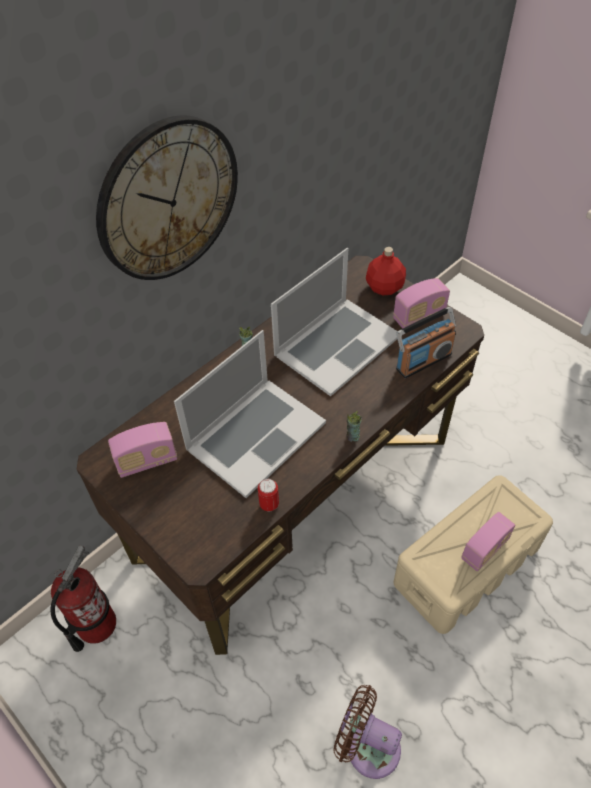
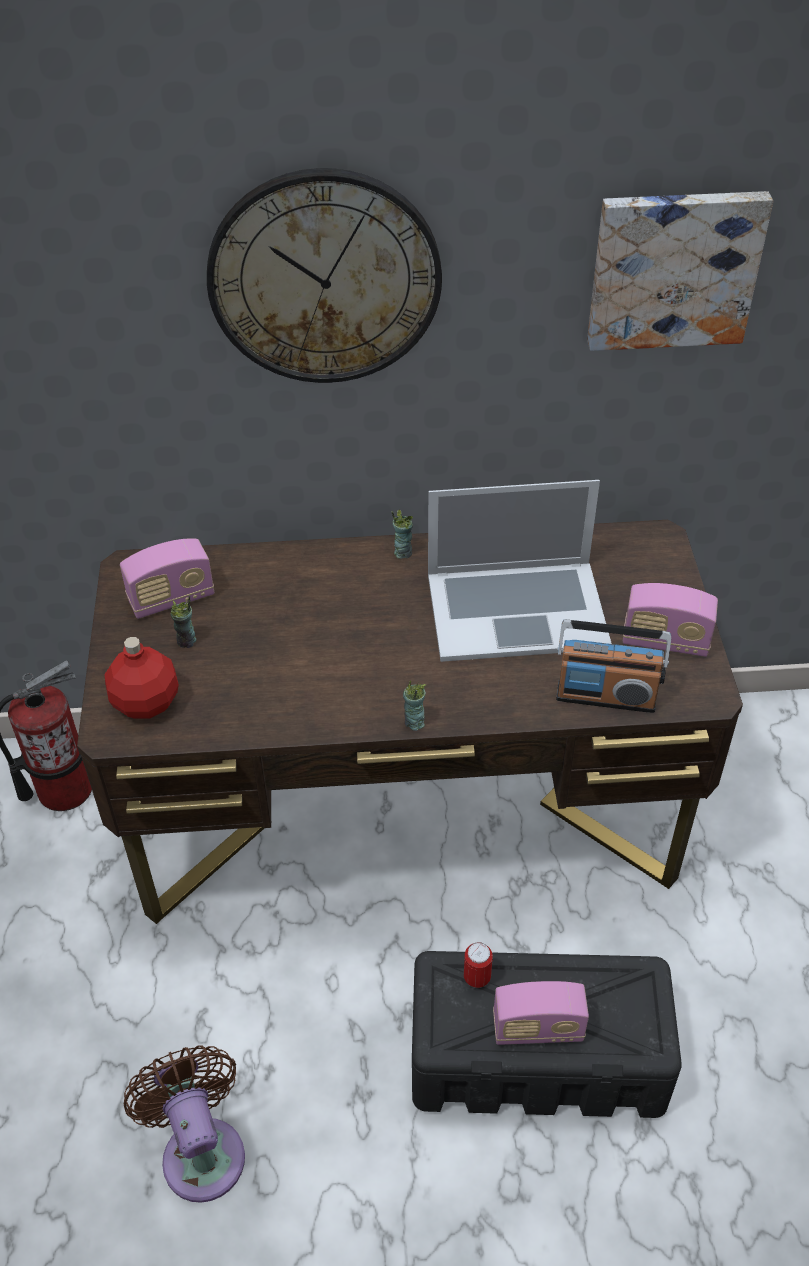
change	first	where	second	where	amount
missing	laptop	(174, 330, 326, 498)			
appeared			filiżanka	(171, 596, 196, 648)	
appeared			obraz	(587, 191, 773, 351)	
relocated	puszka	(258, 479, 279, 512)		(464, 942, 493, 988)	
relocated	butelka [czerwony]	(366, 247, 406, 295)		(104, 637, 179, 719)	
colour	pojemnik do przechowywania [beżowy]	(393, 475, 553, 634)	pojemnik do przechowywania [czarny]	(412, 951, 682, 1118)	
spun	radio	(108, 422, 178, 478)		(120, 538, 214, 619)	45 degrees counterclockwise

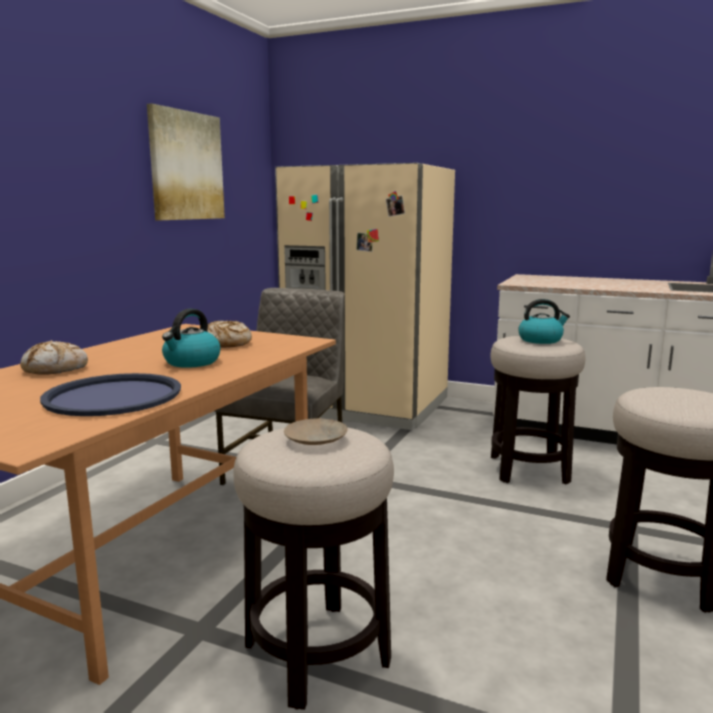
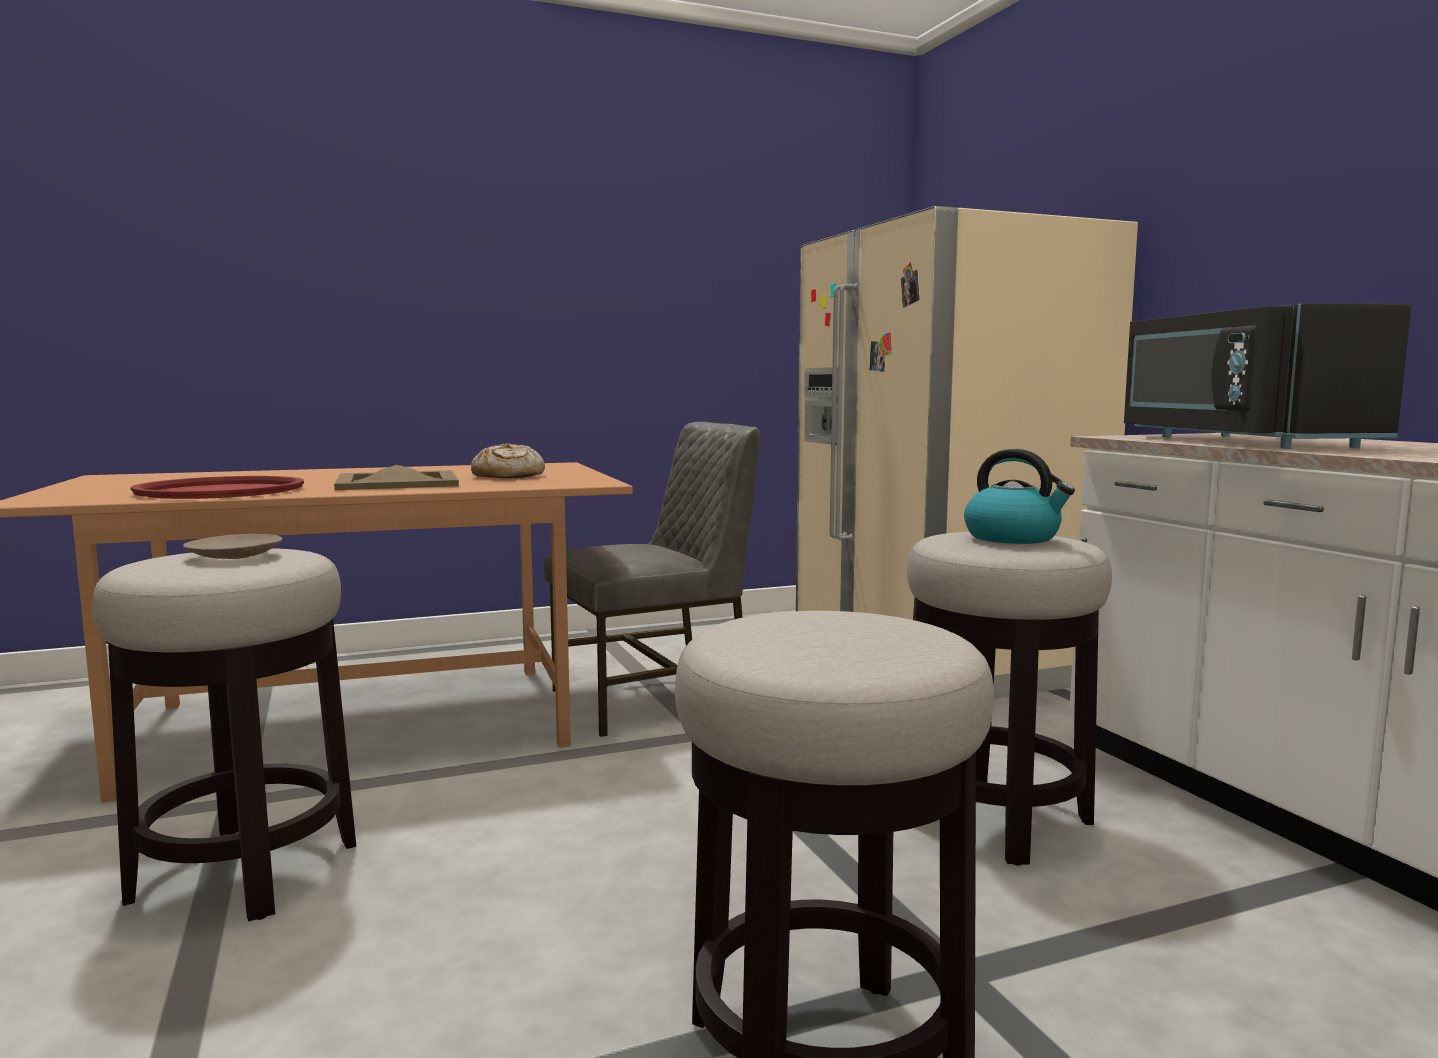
change	first	where	second	where	amount
missing	chleb	(20, 340, 88, 375)			
missing	obraz	(147, 103, 225, 220)			
appeared			mikrofalówka [czarny]	(1124, 303, 1411, 448)	
exchanged	czajnik	(162, 309, 220, 368)	taca [beżowy]	(334, 465, 459, 490)	
colour	taca [niebieski]	(40, 373, 181, 416)	taca [czerwony]	(130, 476, 304, 499)	

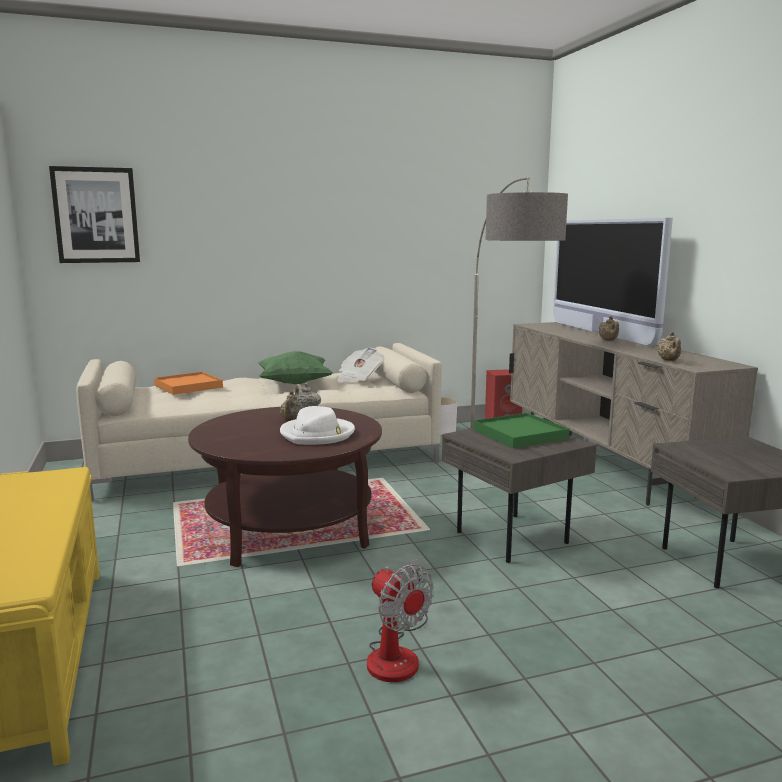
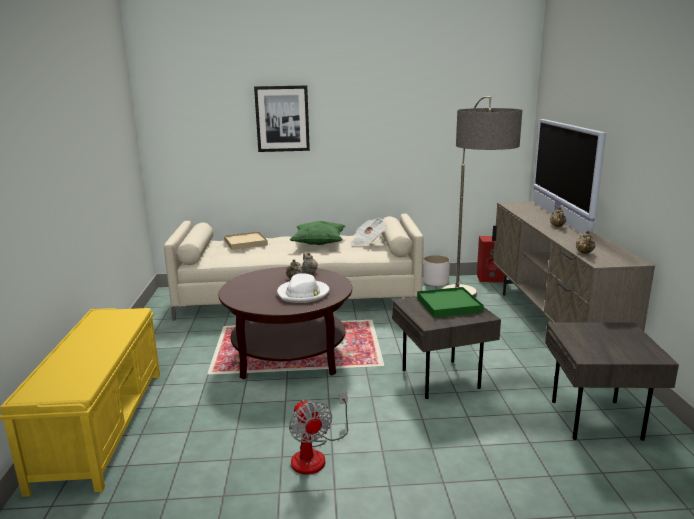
change	first	where	second	where	amount
relocated	obraz	(49, 166, 140, 263)		(254, 85, 310, 152)	
colour	taca [pomarańczowy]	(154, 372, 223, 395)	taca [beżowy]	(224, 231, 268, 250)	

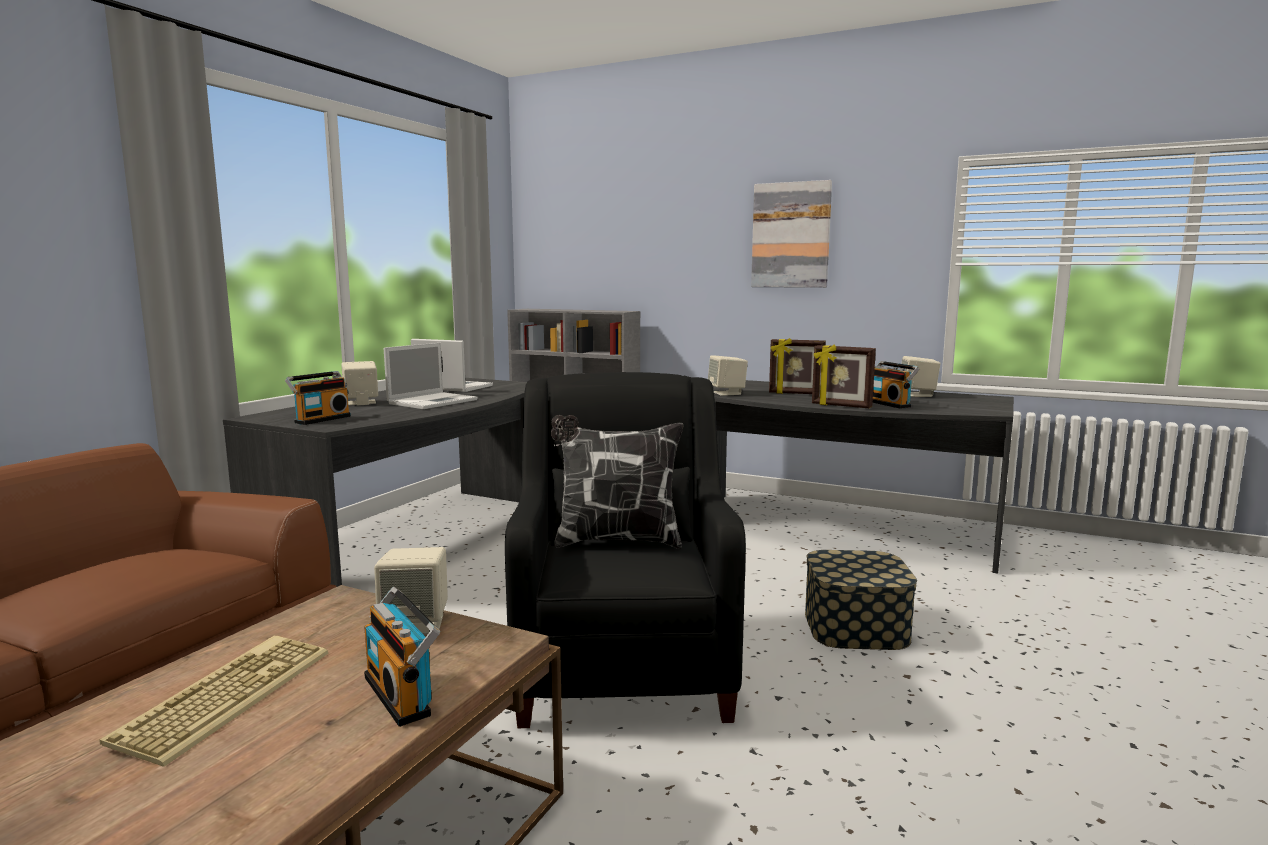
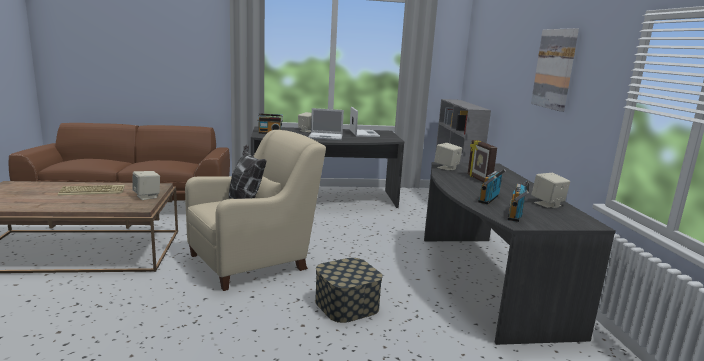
change	first	where	second	where	amount
missing	ramka na zdjęcie	(812, 345, 876, 408)			
relocated	radio	(364, 587, 440, 727)		(507, 181, 529, 222)	
colour	fotel [czarny]	(505, 372, 746, 728)	fotel [beżowy]	(185, 130, 326, 291)	

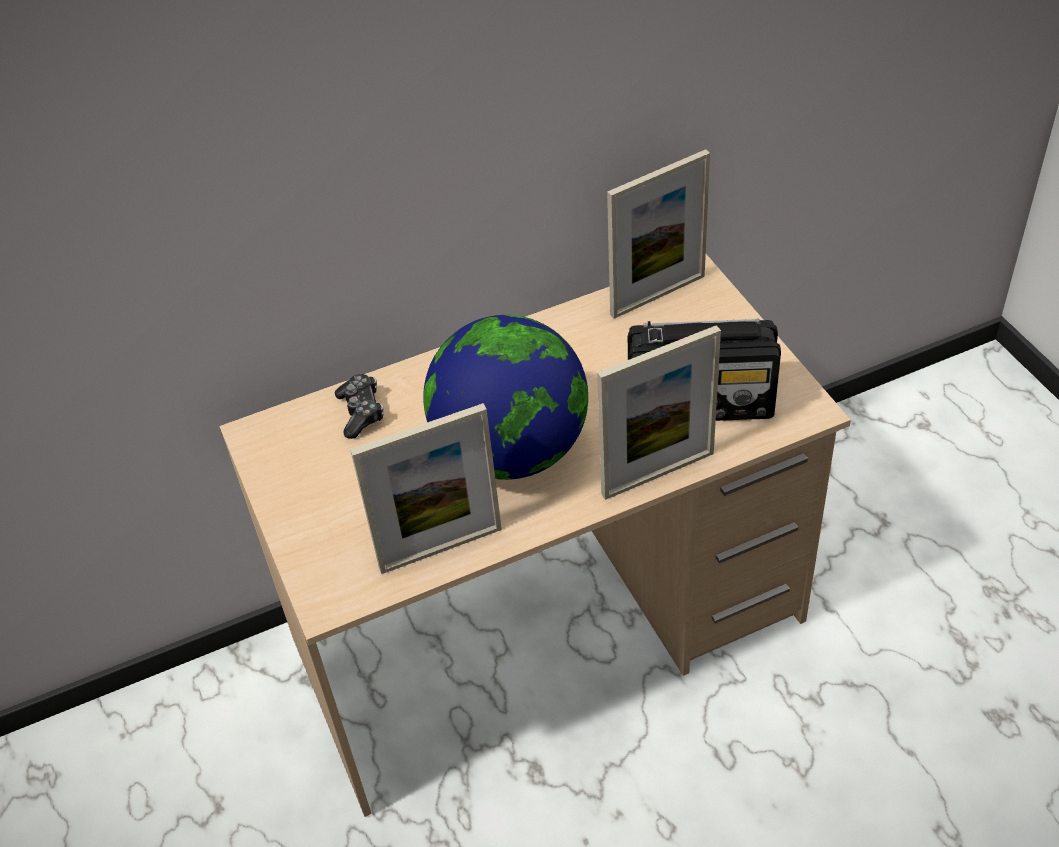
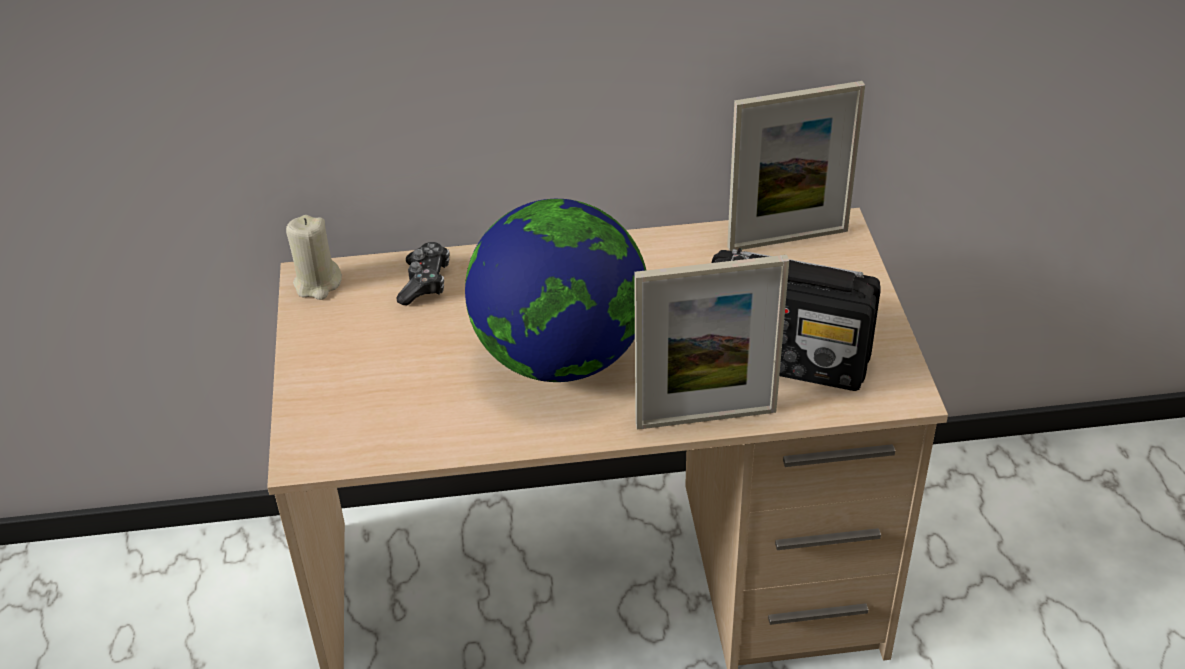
change	first	where	second	where	amount
missing	ramka na zdjęcie	(350, 403, 502, 574)			
appeared			świeca [beżowy]	(286, 215, 342, 300)	

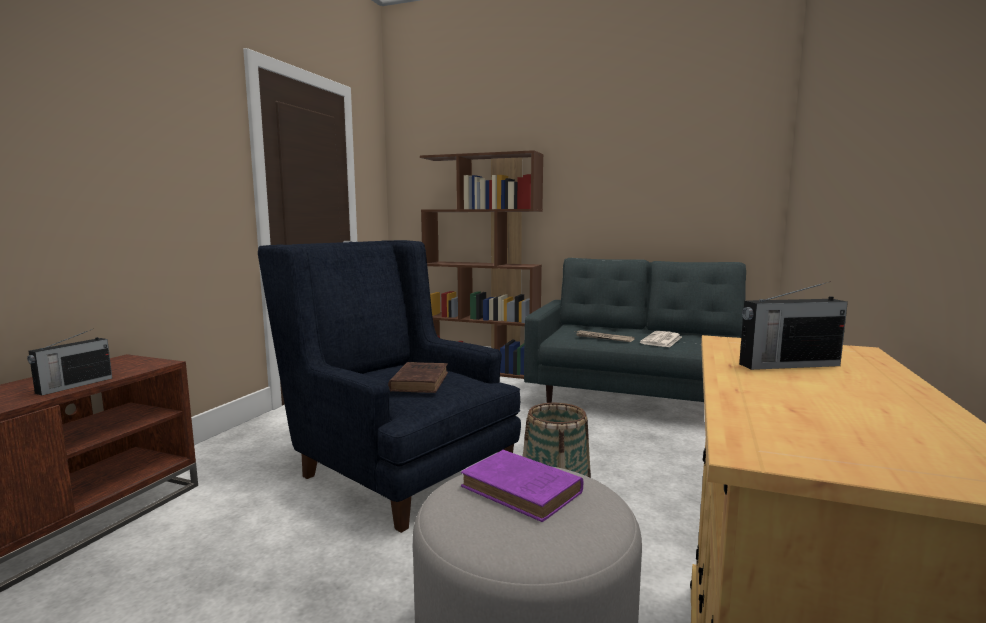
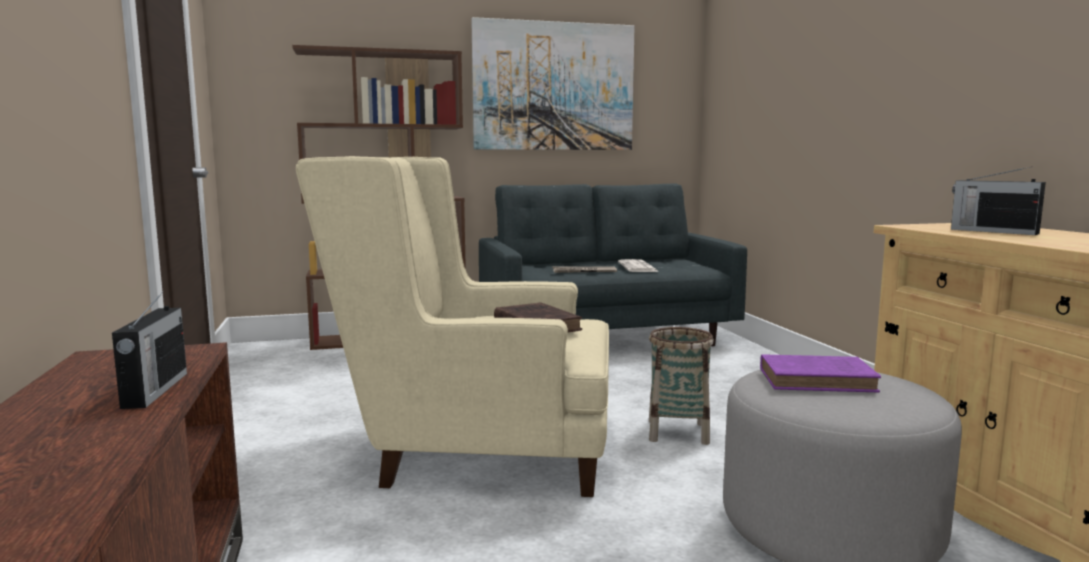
change	first	where	second	where	amount
appeared			obraz	(471, 17, 635, 150)	
colour	fotel [niebieski]	(258, 240, 521, 533)	fotel [beżowy]	(296, 156, 609, 497)	
spun	radio	(739, 281, 848, 370)		(951, 167, 1046, 235)	90 degrees clockwise

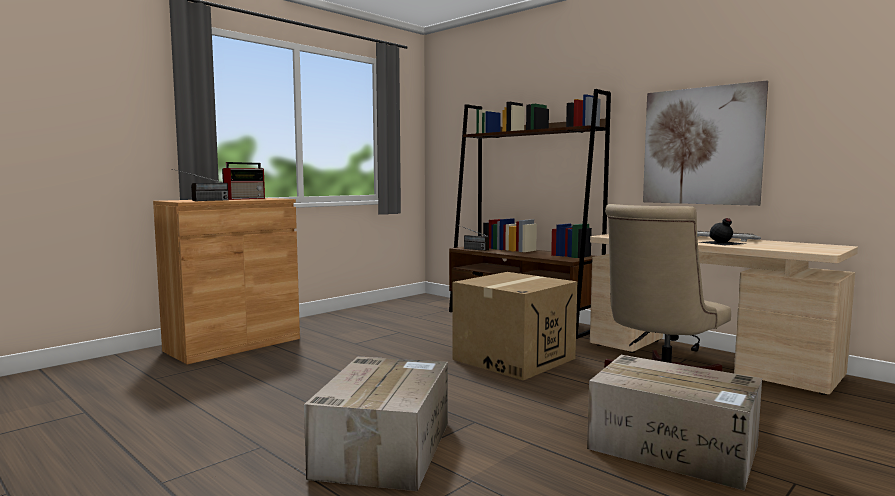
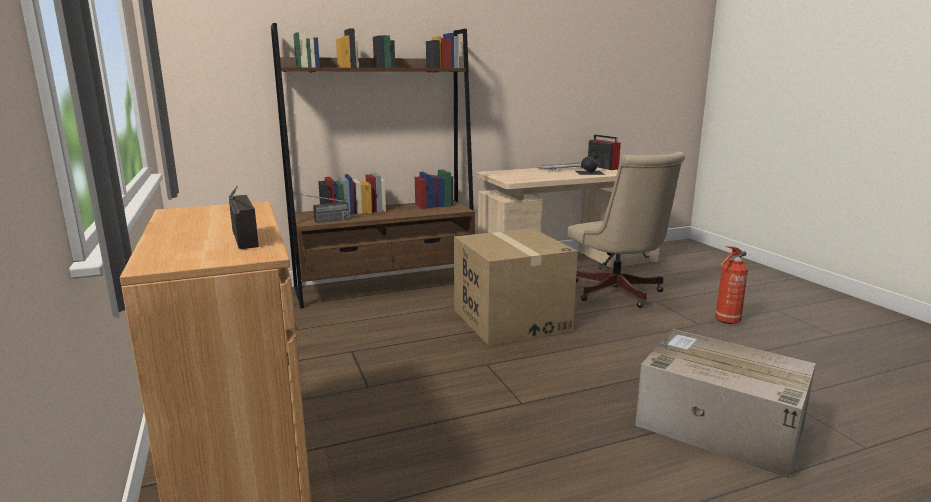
change	first	where	second	where	amount
missing	obraz	(643, 80, 768, 206)			
relocated	radio	(222, 162, 265, 200)		(588, 134, 621, 170)	
exchanged	karton	(587, 355, 762, 491)	gaśnica	(715, 246, 748, 324)	

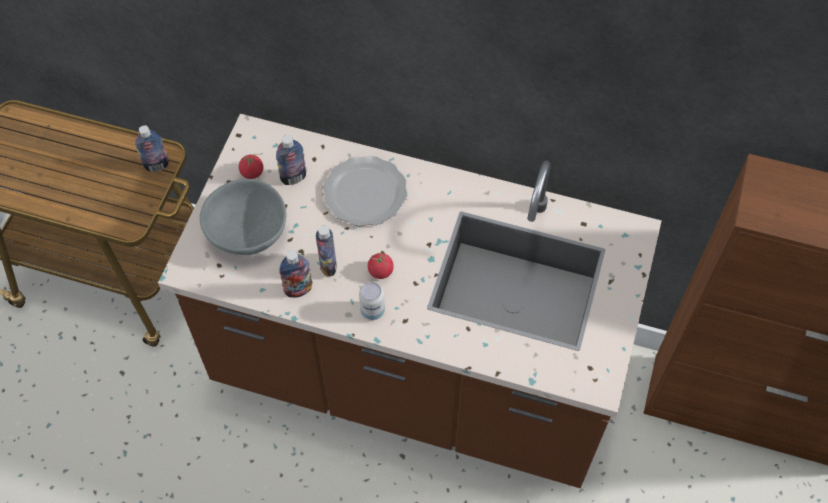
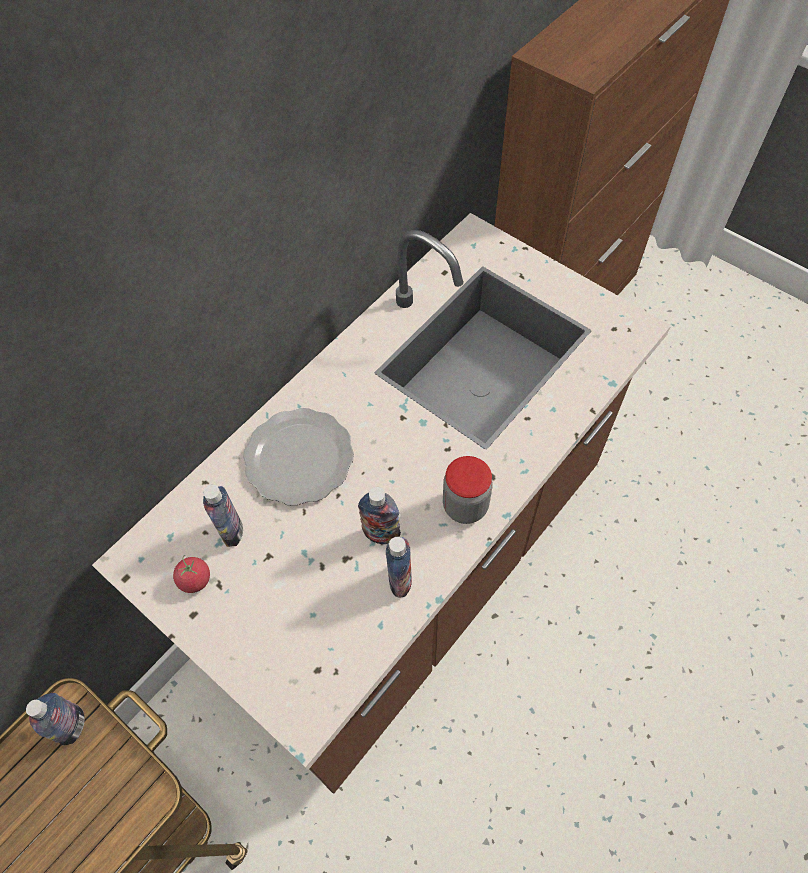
change	first	where	second	where	amount
missing	miska [szary]	(200, 179, 286, 255)			
missing	pomidor	(368, 253, 394, 279)			
exchanged	puszka	(359, 282, 385, 320)	słoik	(443, 456, 493, 524)	

